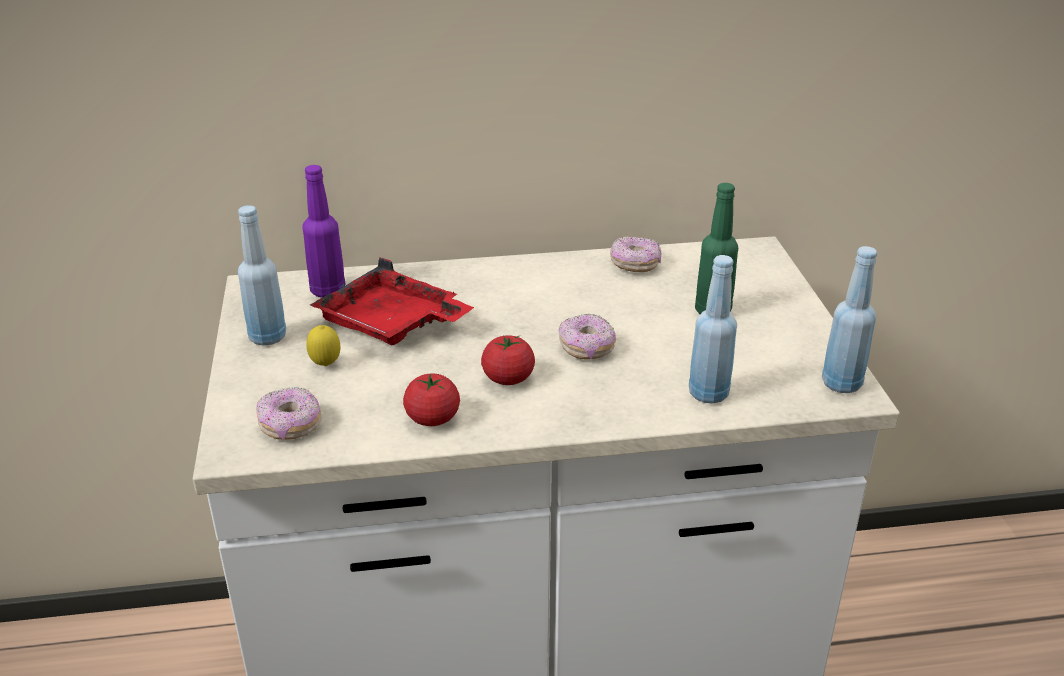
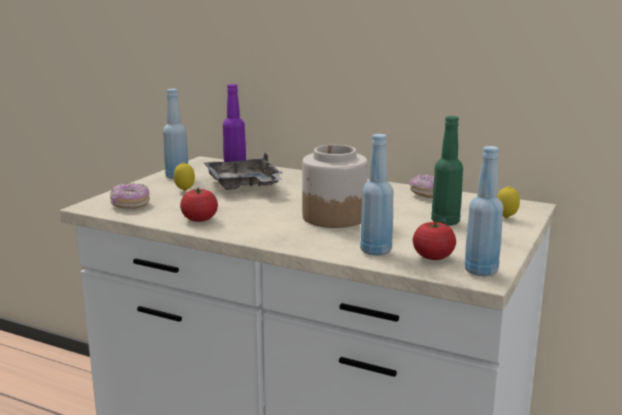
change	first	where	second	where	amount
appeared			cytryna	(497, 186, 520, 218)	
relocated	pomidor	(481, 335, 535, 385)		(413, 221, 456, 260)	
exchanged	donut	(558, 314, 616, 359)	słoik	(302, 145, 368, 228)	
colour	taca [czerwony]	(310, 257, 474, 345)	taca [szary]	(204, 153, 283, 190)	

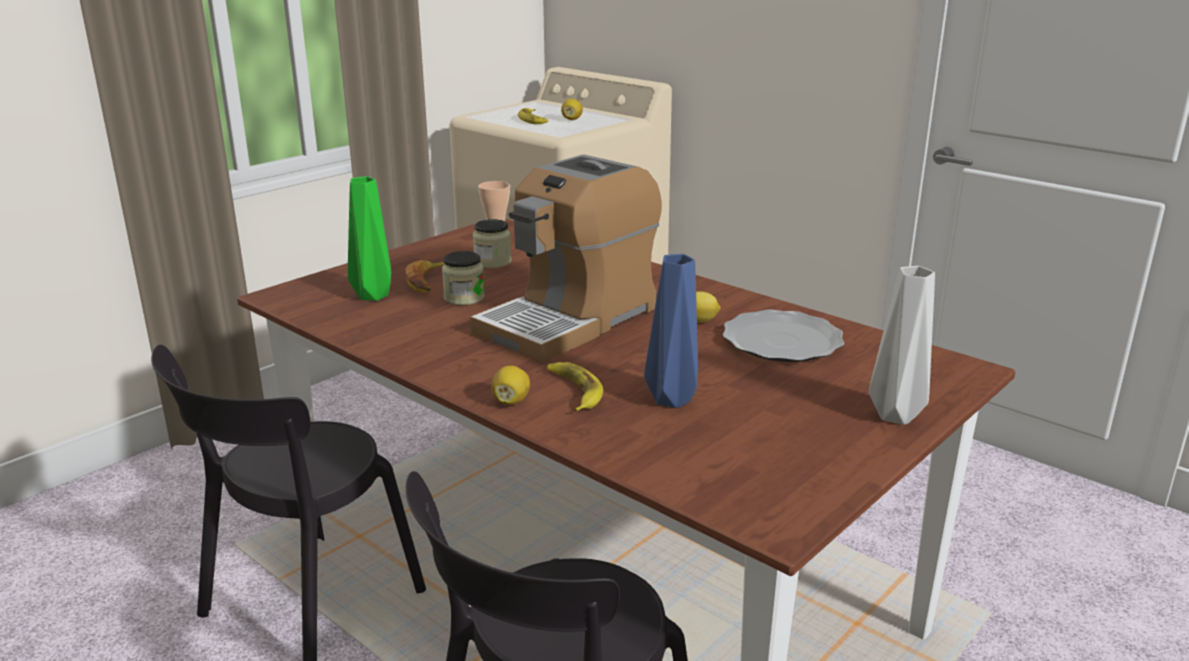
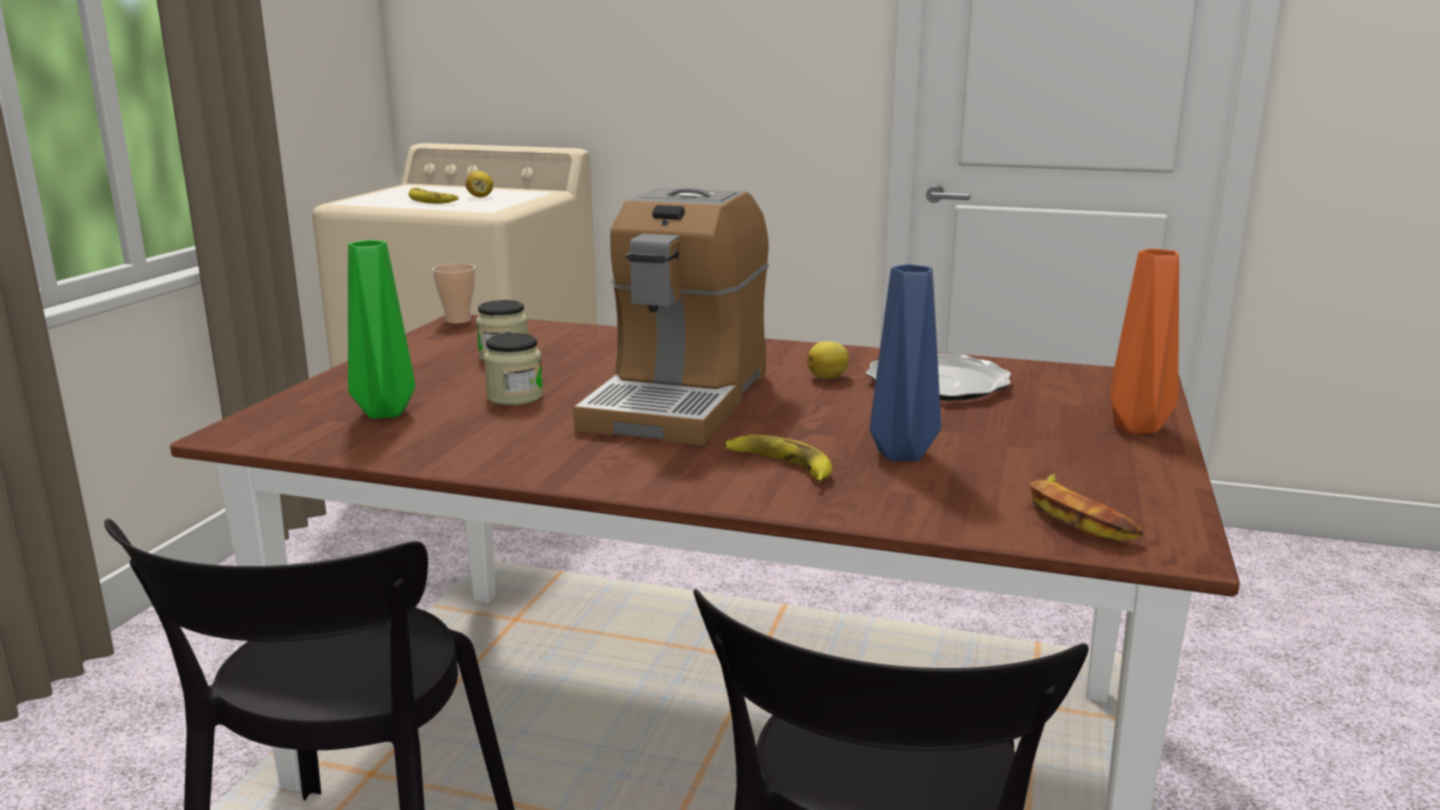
change	first	where	second	where	amount
missing	cytryna	(491, 366, 530, 405)			
relocated	banan	(406, 260, 445, 292)		(1030, 474, 1143, 541)	
colour	wazon [szary]	(869, 266, 935, 425)	wazon [pomarańczowy]	(1110, 248, 1179, 434)	

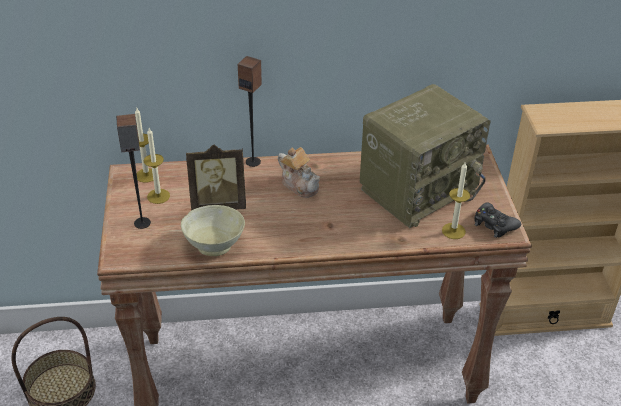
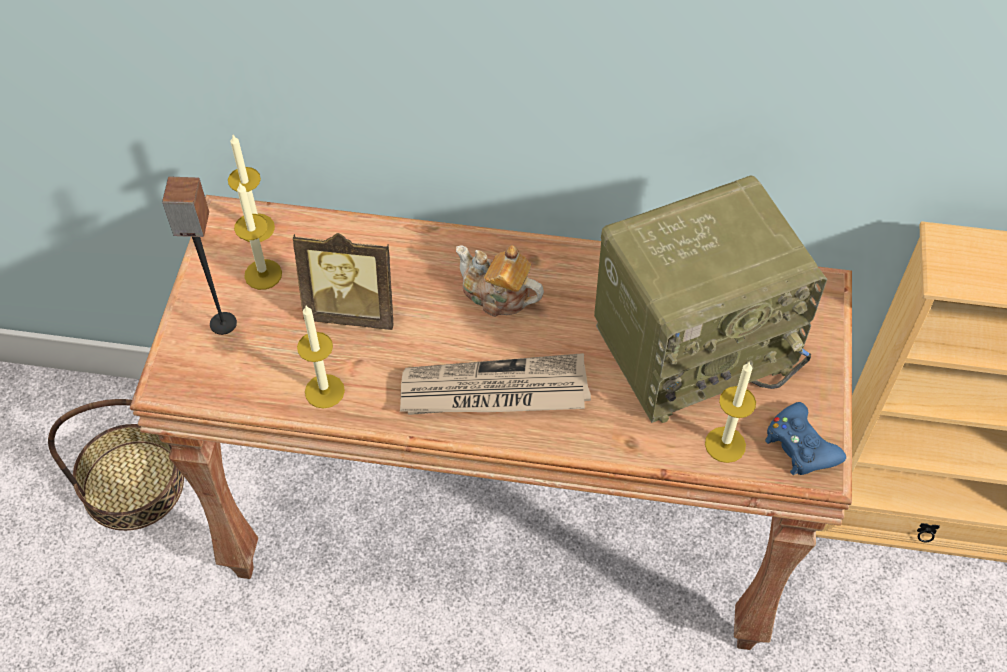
change	first	where	second	where	amount
missing	głośnik	(238, 56, 262, 167)			
appeared			gazeta	(400, 353, 591, 415)	
exchanged	miska [beżowy]	(181, 205, 245, 256)	świeca	(297, 306, 345, 409)	
colour	pad do gier [czarny]	(474, 202, 521, 238)	pad do gier [niebieski]	(765, 402, 846, 475)	
spun	imbryk	(278, 147, 320, 198)		(456, 245, 544, 317)	150 degrees clockwise

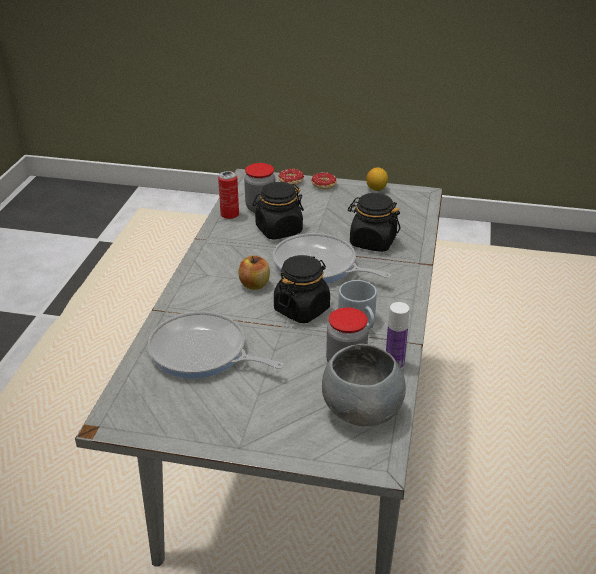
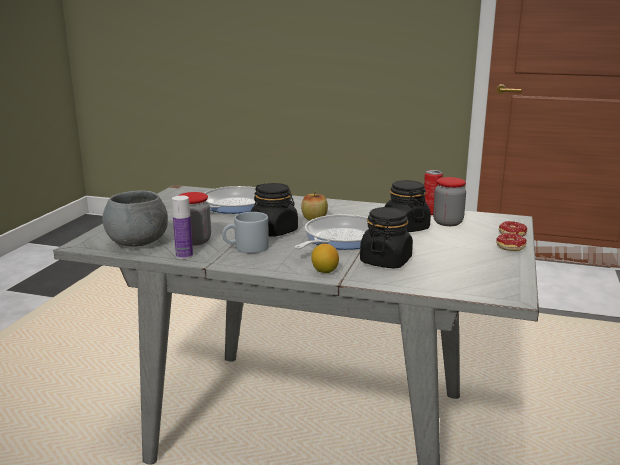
change	first	where	second	where	amount
relocated	cytryna	(366, 167, 388, 191)		(311, 244, 339, 273)	

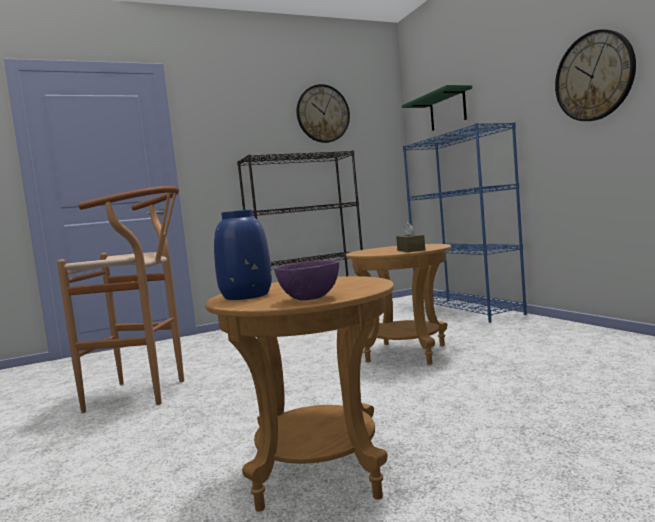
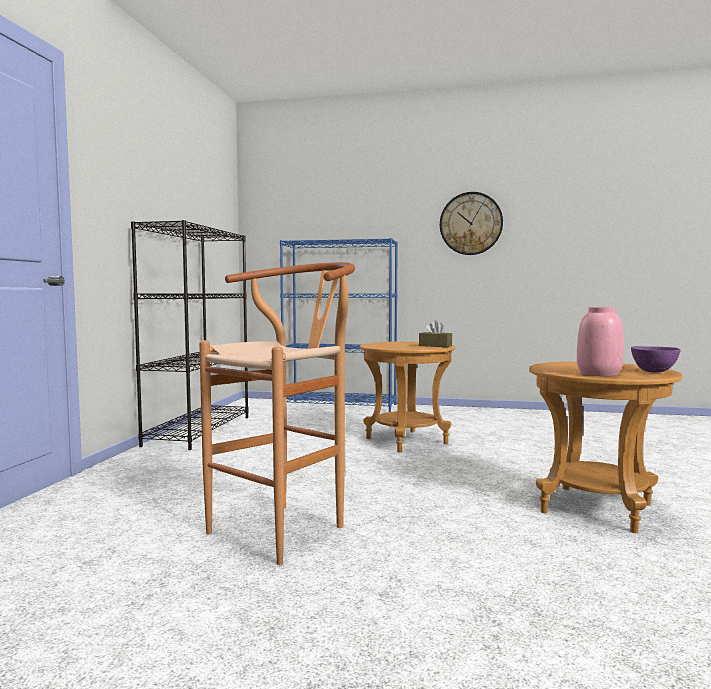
change	first	where	second	where	amount
missing	zegar ścienny	(297, 84, 350, 143)			
missing	półka [zielony]	(402, 85, 472, 131)			
colour	wazon [niebieski]	(214, 210, 272, 300)	wazon [różowy]	(577, 307, 624, 377)	

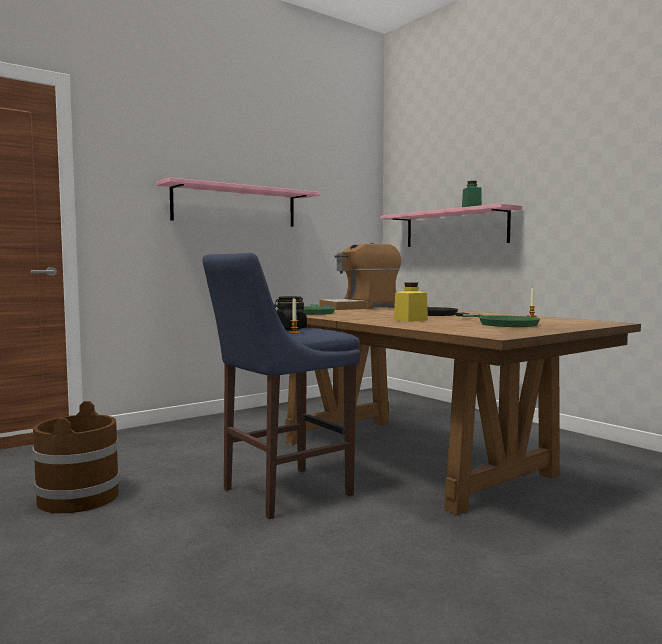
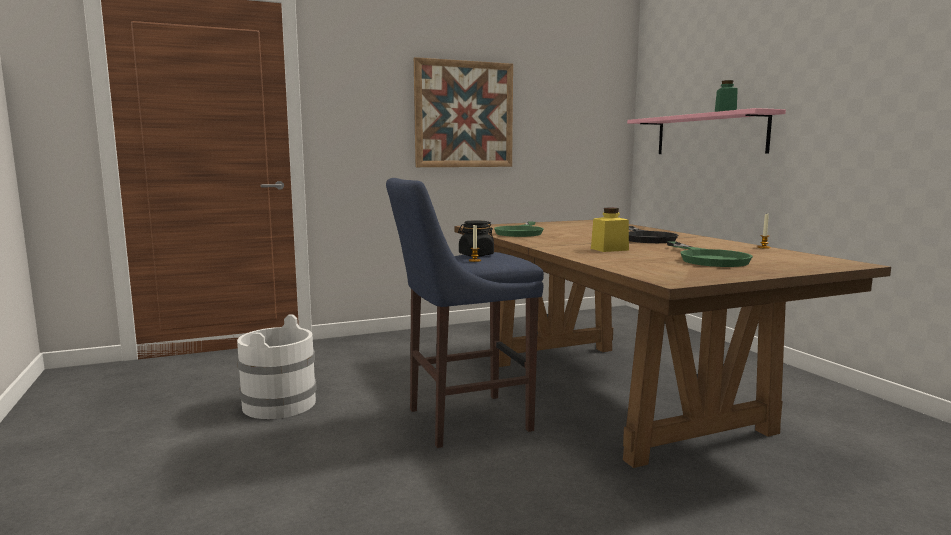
change	first	where	second	where	amount
missing	ekspres do kawy	(320, 243, 401, 310)			
exchanged	półka [różowy]	(156, 178, 320, 227)	obraz	(414, 57, 513, 167)	
colour	wiadro [brązowy]	(32, 401, 120, 513)	wiadro [biały]	(237, 314, 317, 419)	

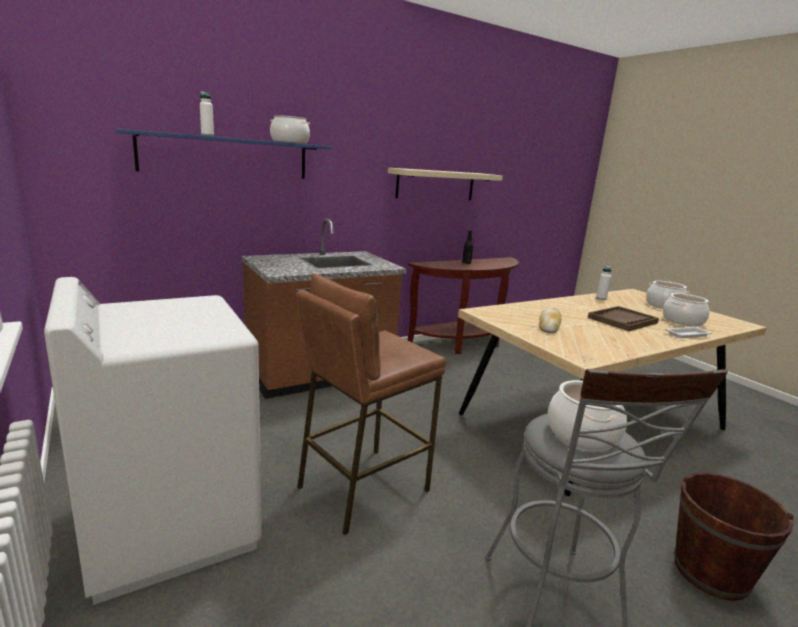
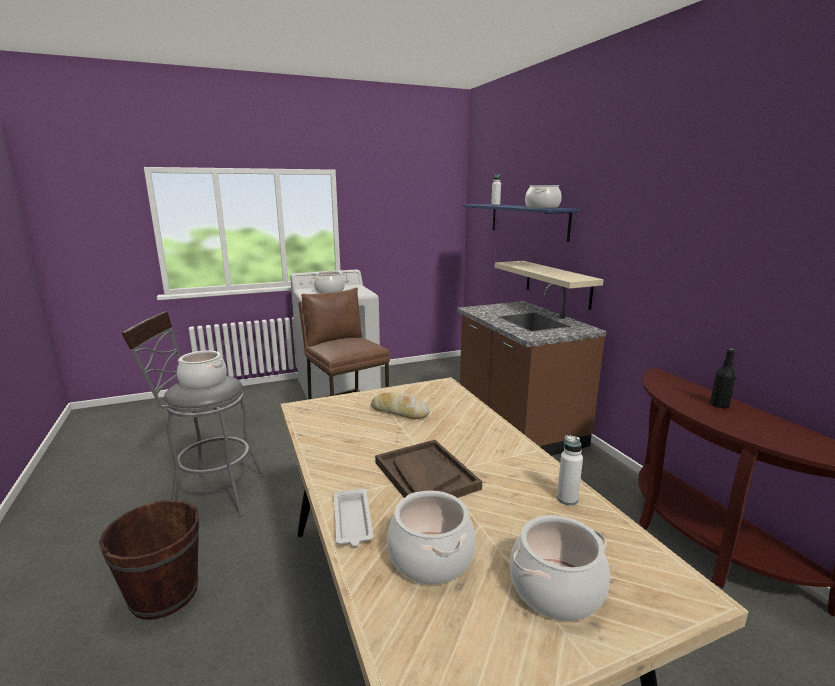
change	first	where	second	where	amount
appeared			garnek	(313, 271, 345, 293)	
relocated	półka [beżowy]	(388, 168, 503, 200)		(494, 261, 604, 310)	

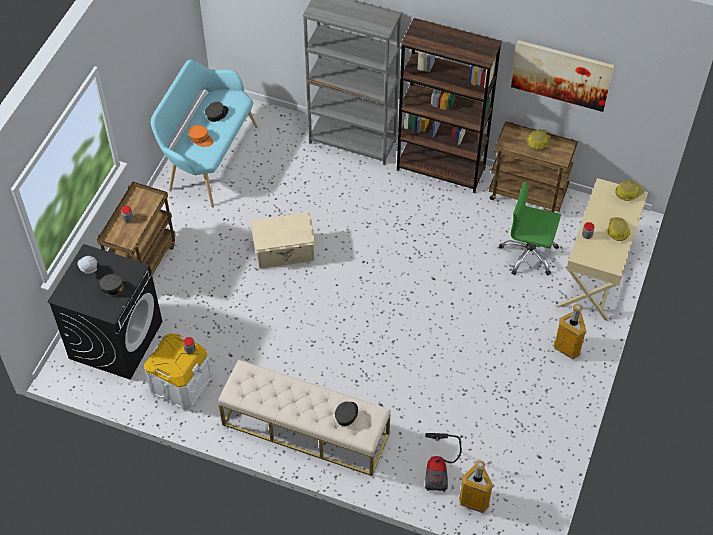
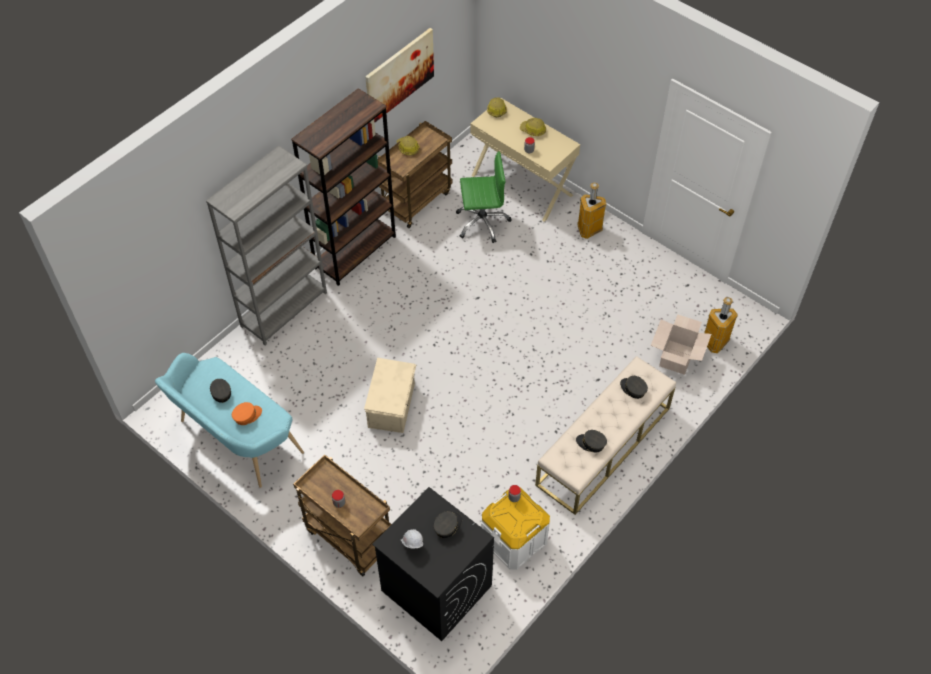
change	first	where	second	where	amount
appeared			czapka z daszkiem [szary]	(576, 430, 607, 452)	
exchanged	odkurzacz	(425, 433, 462, 492)	karton	(651, 314, 712, 375)	
spun	krzesło biurowe [zielony]	(499, 181, 561, 275)		(456, 151, 512, 243)	135 degrees counterclockwise

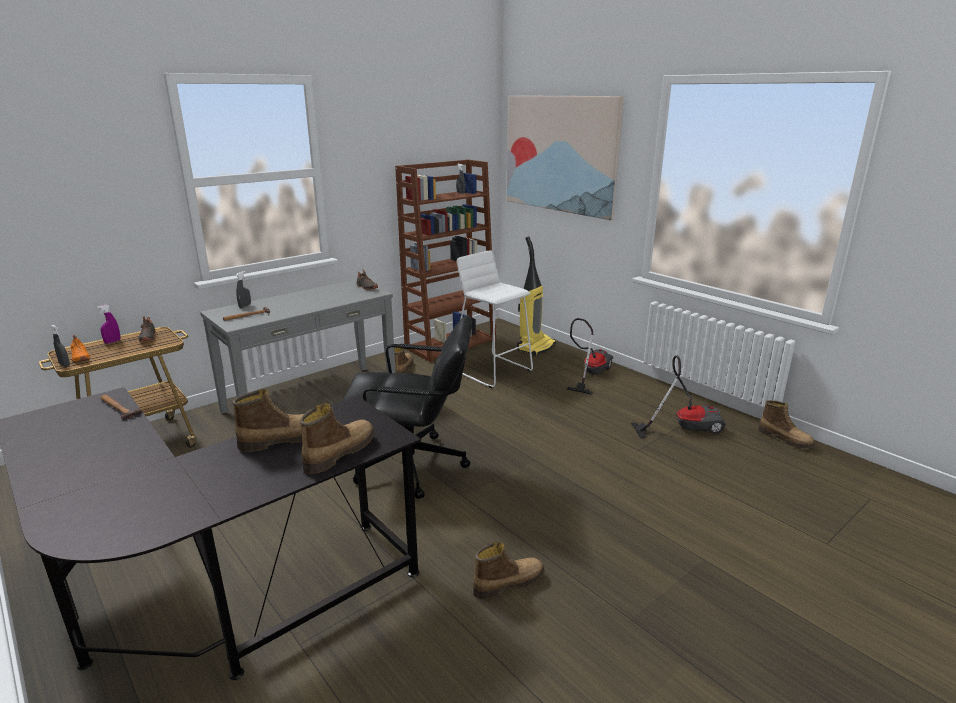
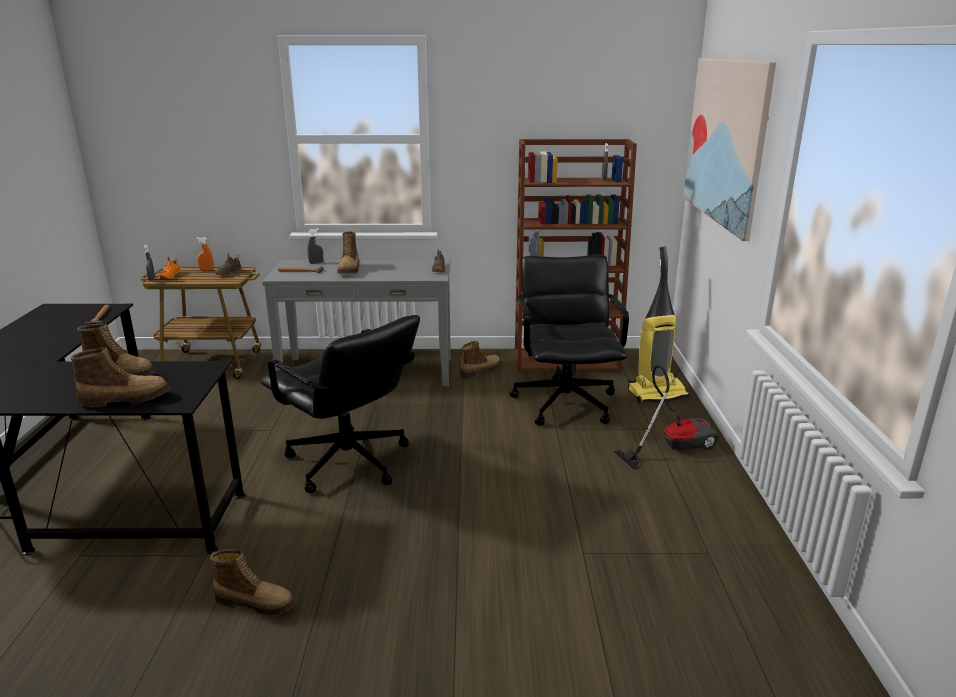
change	first	where	second	where	amount
missing	odkurzacz	(631, 355, 726, 439)			
relocated	but z cholewką	(758, 400, 815, 449)		(337, 232, 359, 274)	
exchanged	stołek [biały]	(457, 250, 533, 388)	krzesło biurowe [czarny]	(510, 255, 629, 426)	
colour	spryskiwacz [fioletowy]	(97, 304, 120, 344)	spryskiwacz [pomarańczowy]	(196, 237, 214, 271)	

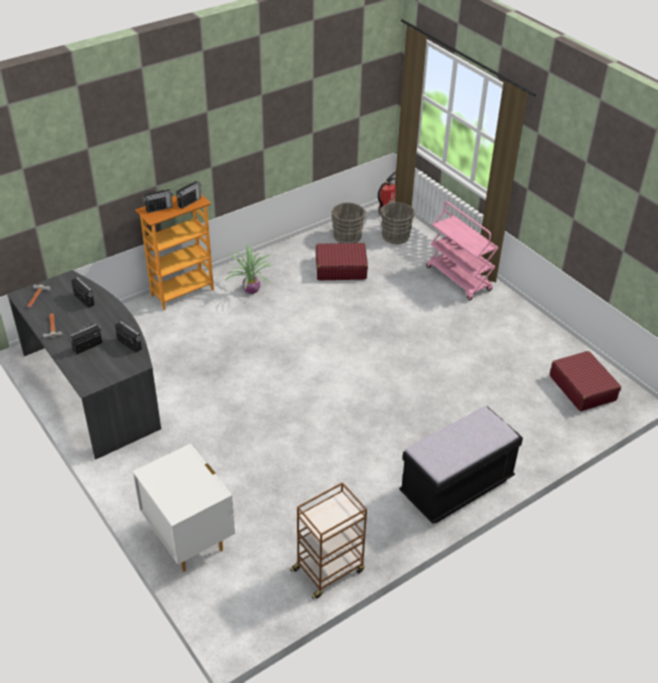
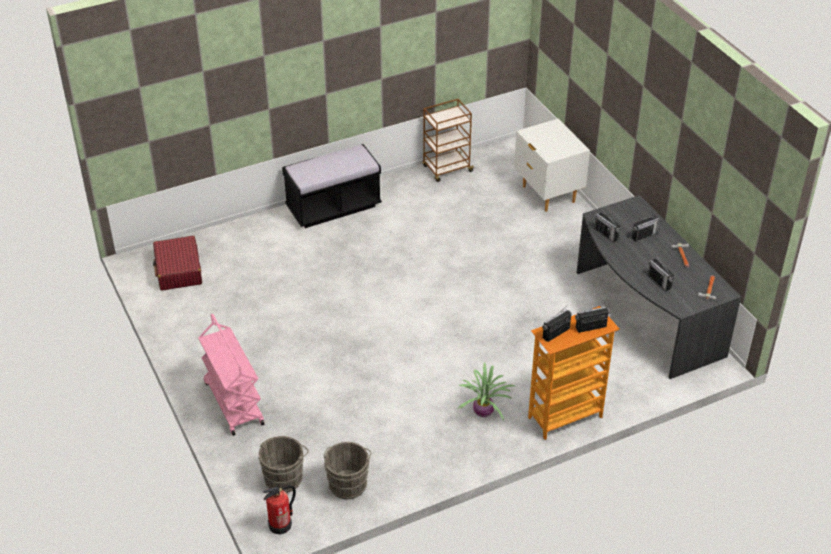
change	first	where	second	where	amount
missing	walizka [czerwony]	(316, 243, 368, 280)			

